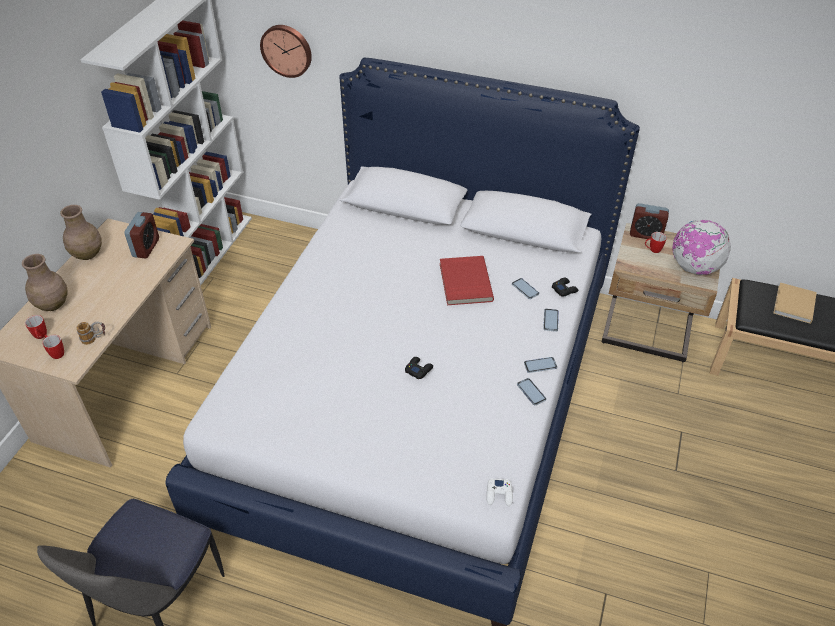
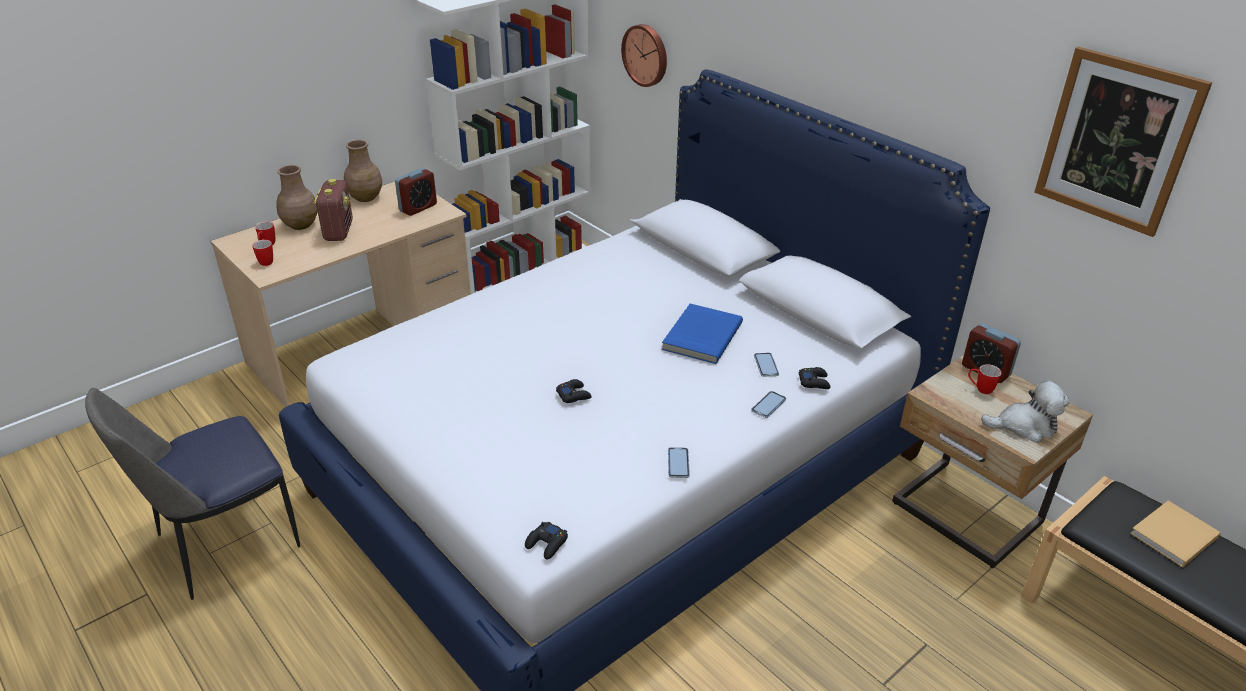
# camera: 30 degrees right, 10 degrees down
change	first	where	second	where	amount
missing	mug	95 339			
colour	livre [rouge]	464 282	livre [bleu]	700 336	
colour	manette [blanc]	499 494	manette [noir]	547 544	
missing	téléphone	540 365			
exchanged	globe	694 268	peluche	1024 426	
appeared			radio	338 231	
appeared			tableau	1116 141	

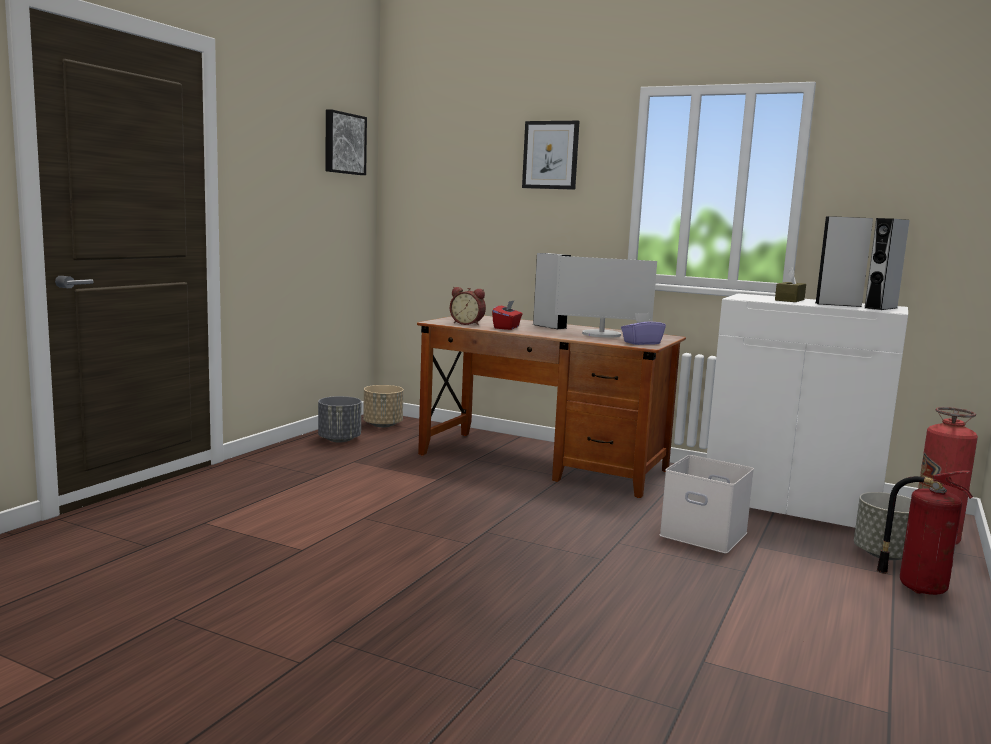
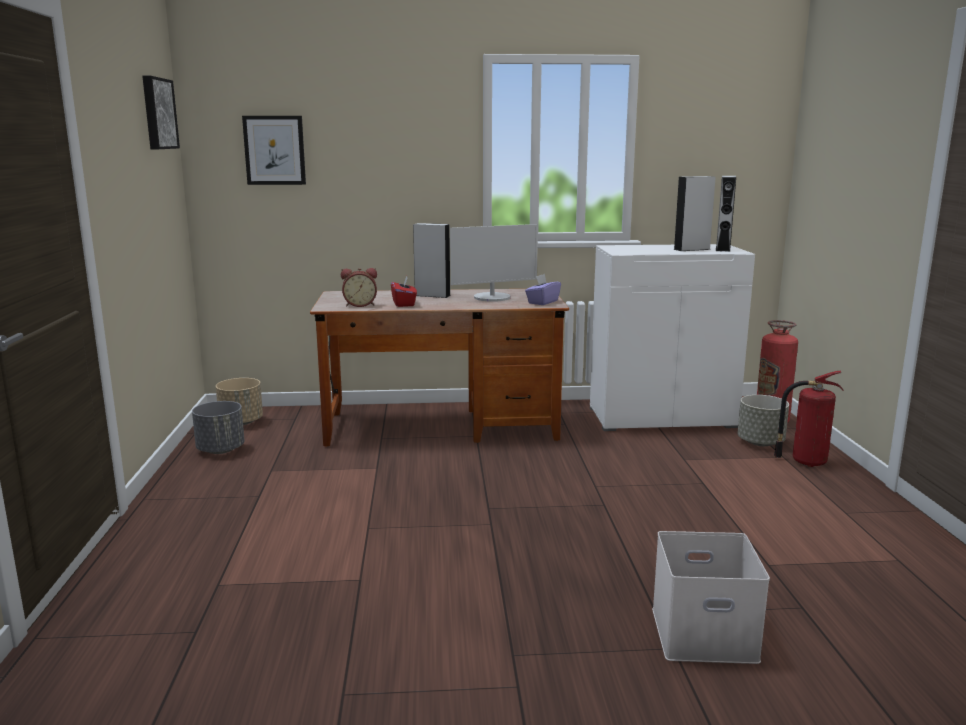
# camera: 30 degrees left, 5 degrees up
change	first	where	second	where	amount
relocated	tableau	550 155		274 150	
relocated	boîte de rangement [blanc]	705 534		705 633	
missing	boîte à mouchoirs [marron]	789 300			

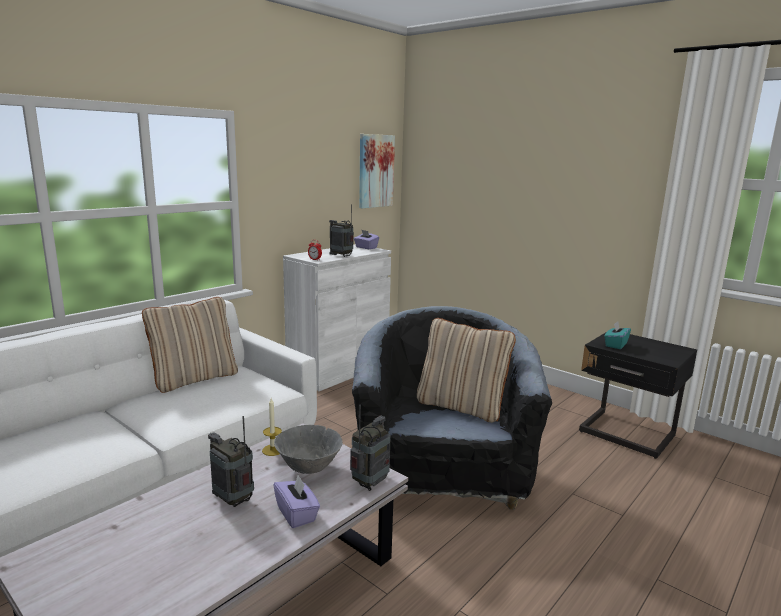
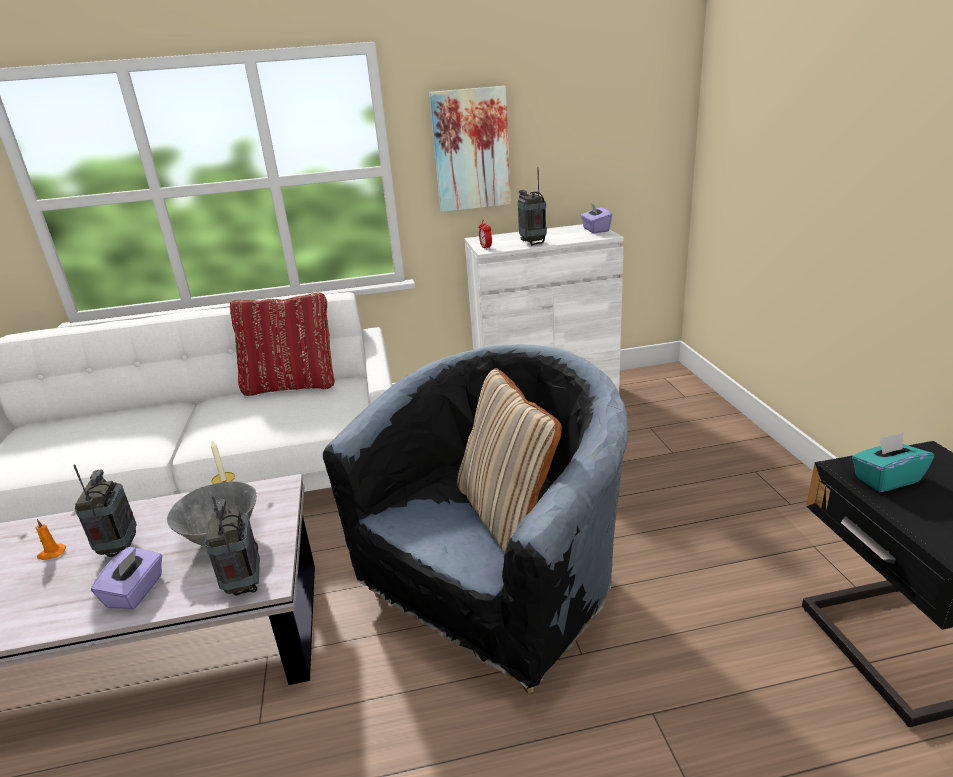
# camera: 40 degrees right, 10 degrees up
change	first	where	second	where	amount
colour	coussin [beige]	194 379	coussin [rouge]	291 385	
spun	radio	370 483		244 585	90 degrees counterclockwise
relocated	tableau	375 171		471 150	
appeared			bougie [orange]	51 553	

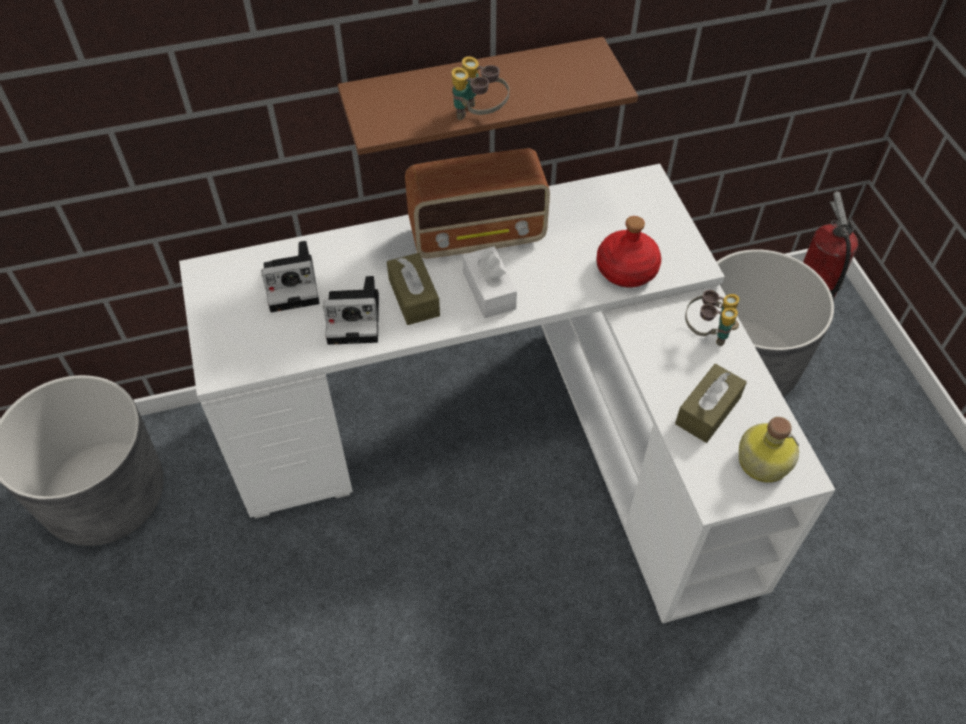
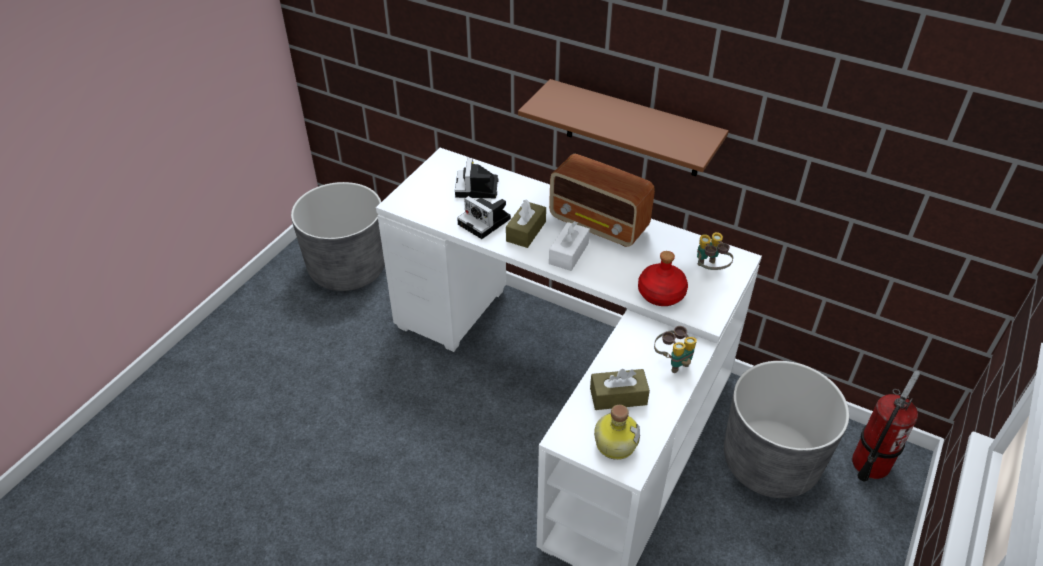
# camera: 45 degrees right, 10 degrees down
change	first	where	second	where	amount
spun	appareil photo	294 284		477 189	60 degrees clockwise
relocated	jumelles	478 116		710 269	

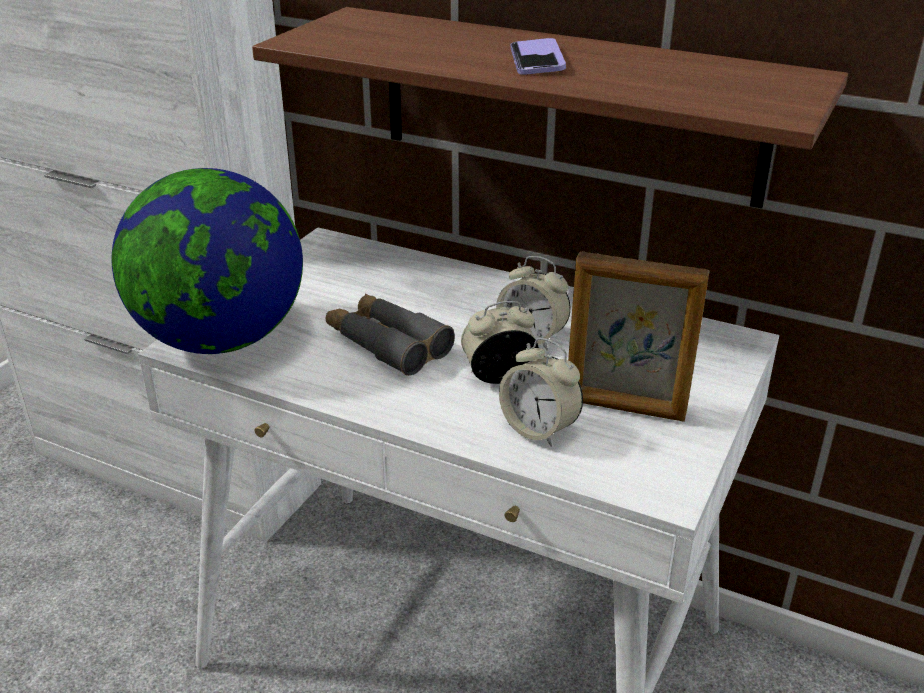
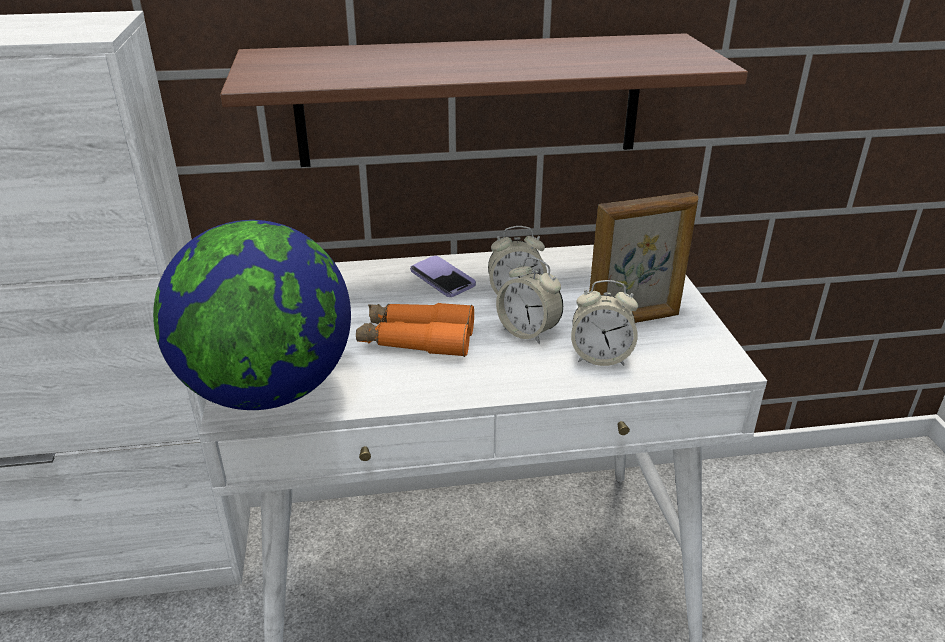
# camera: 35 degrees left, 0 degrees up
change	first	where	second	where	amount
colour	jumelles [gris]	387 344	jumelles [orange]	416 340	
spun	réveil	499 377		528 332	90 degrees counterclockwise
relocated	téléphone	537 60		442 278	

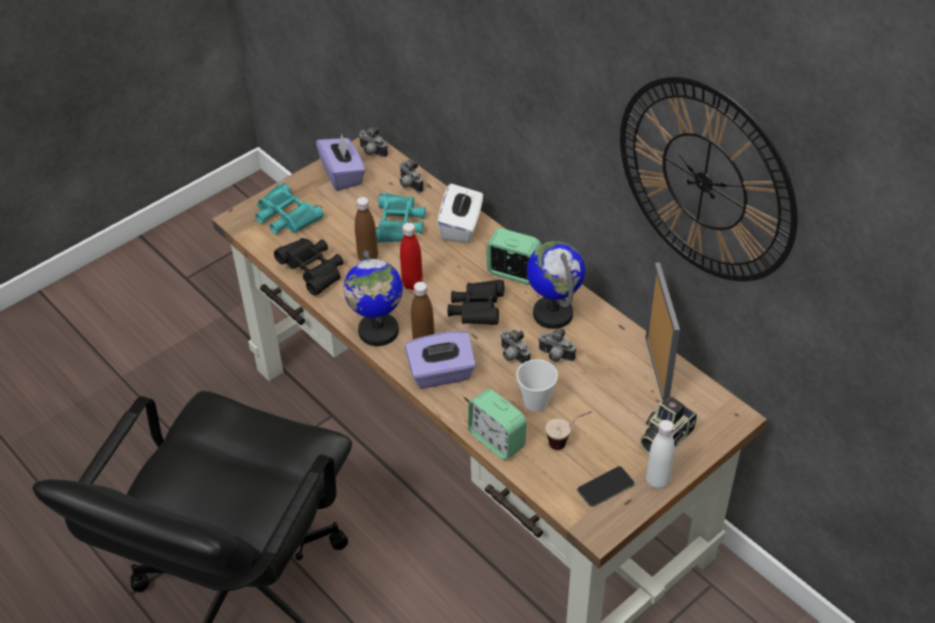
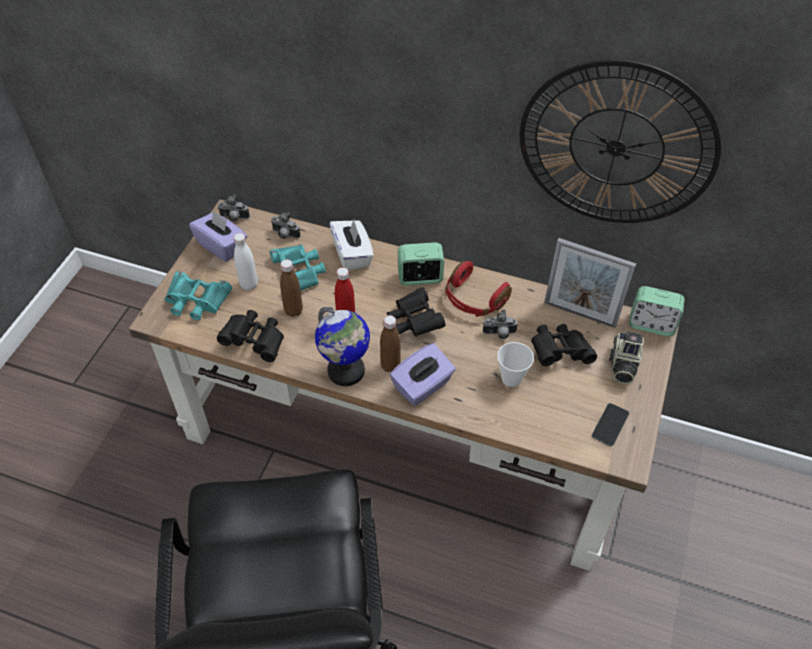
# camera: 30 degrees left, 5 degrees up
change	first	where	second	where	amount
relocated	réveil	497 440		651 324	
missing	appareil photo	512 356			
exchanged	globe	553 313	casque audio [rouge]	473 299	
missing	tasse	567 441			
spun	cadre photo	656 370		579 314	150 degrees clockwise
relocated	bouteille [blanc]	657 481		249 284	
appeared			jumelles [noir]	559 352	

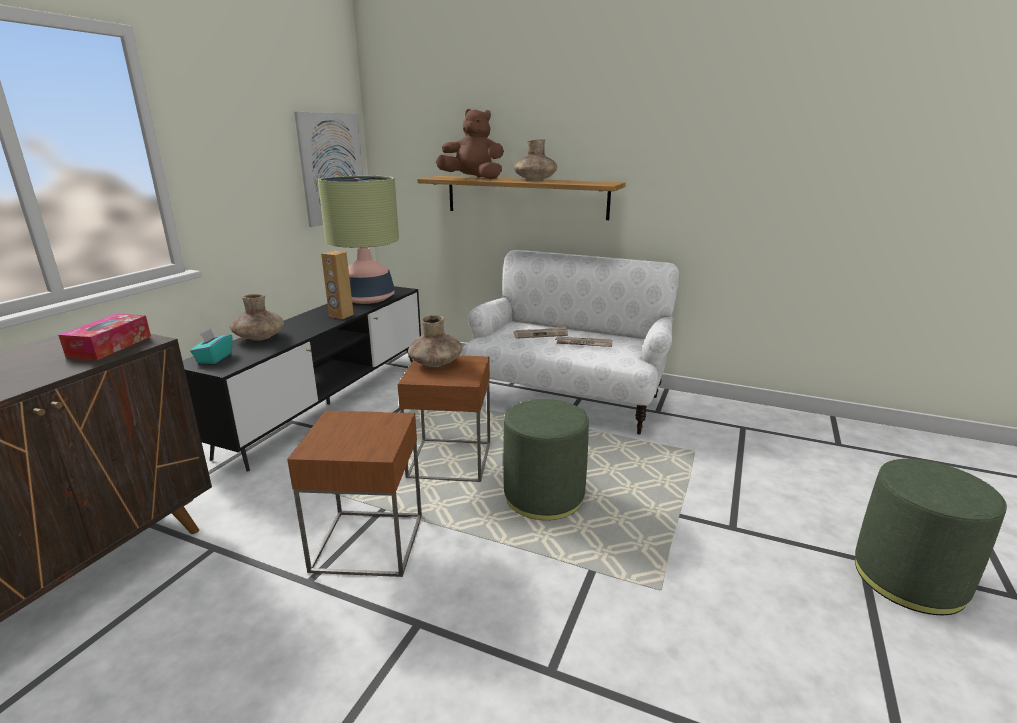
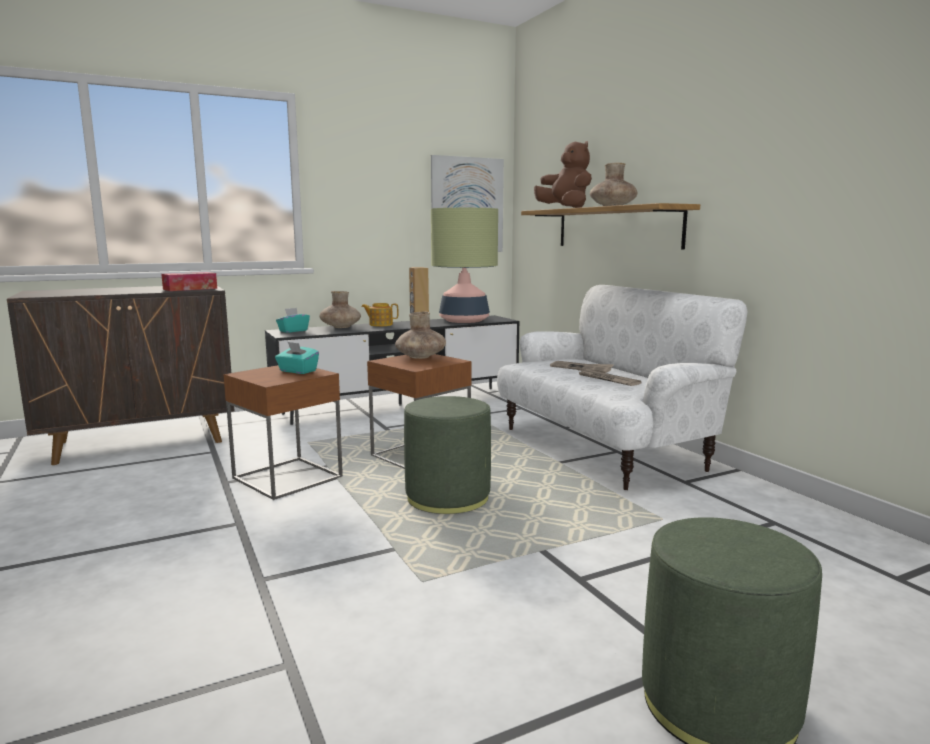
# camera: 40 degrees right, 10 degrees down
change	first	where	second	where	amount
appeared			boîte à mouchoirs [turquoise]	297 371	
appeared			théière	380 324	

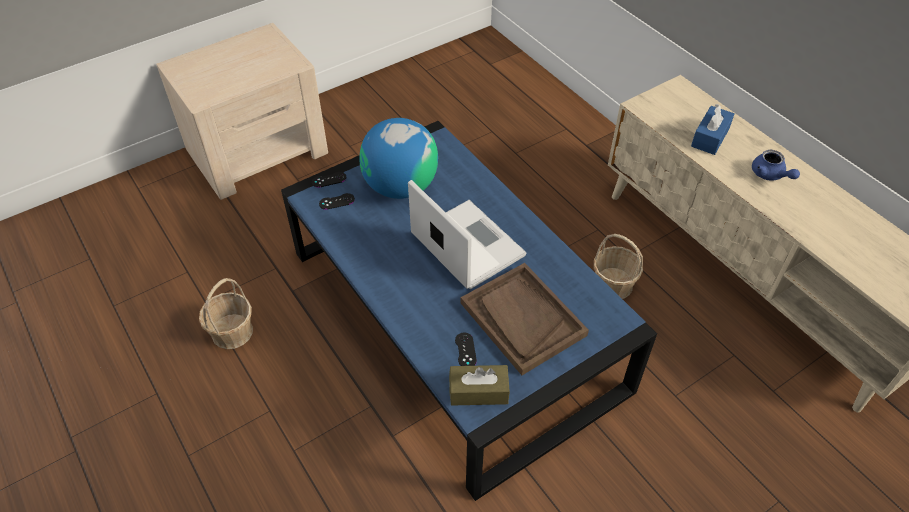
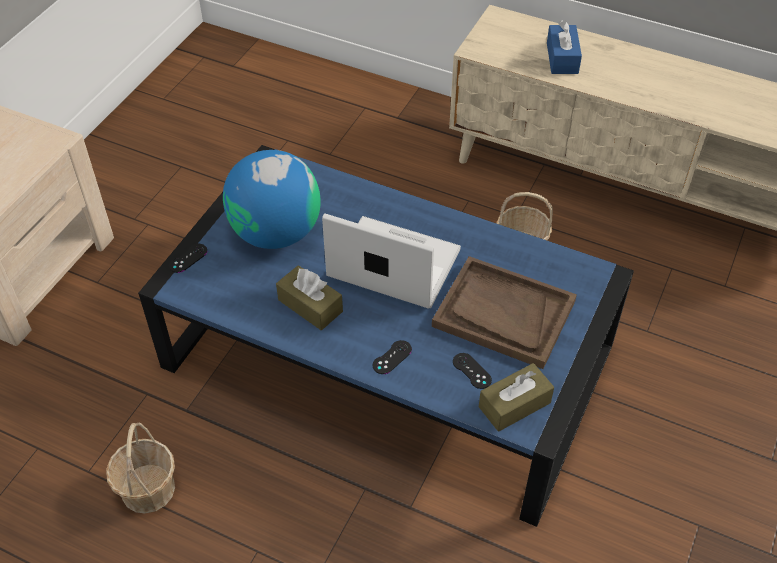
# camera: 30 degrees left, 0 degrees up
change	first	where	second	where	amount
relocated	manette [noir]	337 201		392 357	
missing	théière [bleu]	770 175			
appeared			boîte à mouchoirs [marron]	310 305	

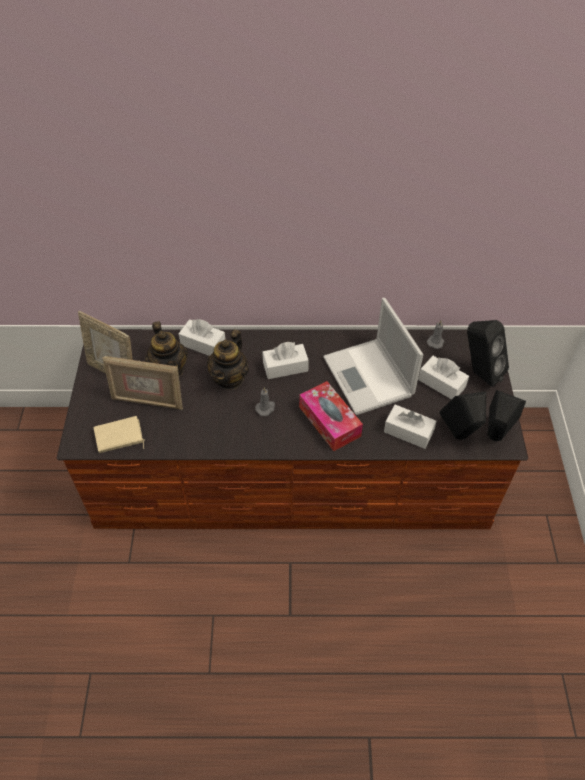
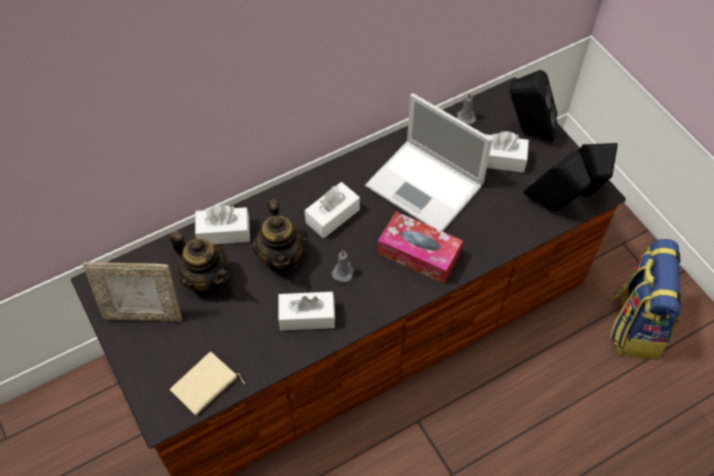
# camera: 30 degrees left, 5 degrees up
change	first	where	second	where	amount
missing	cadre photo	148 401			
relocated	boîte à mouchoirs [blanc]	408 432		307 316	
appeared			sac à dos	635 324	

